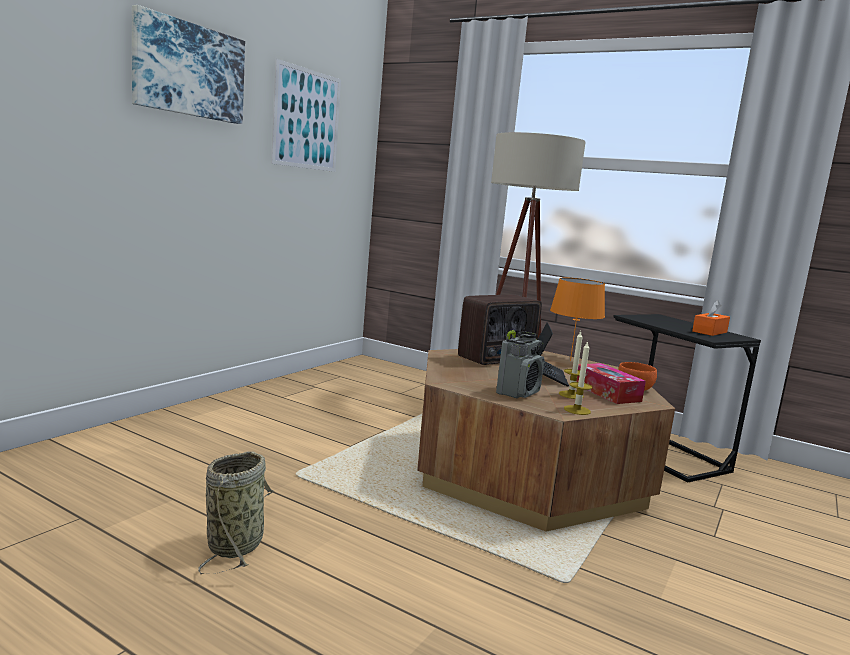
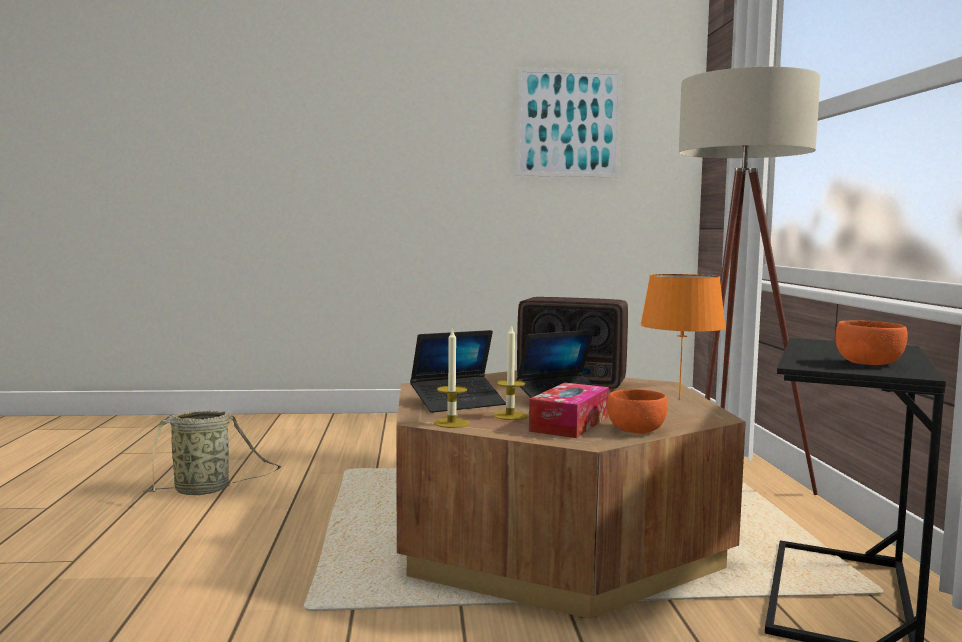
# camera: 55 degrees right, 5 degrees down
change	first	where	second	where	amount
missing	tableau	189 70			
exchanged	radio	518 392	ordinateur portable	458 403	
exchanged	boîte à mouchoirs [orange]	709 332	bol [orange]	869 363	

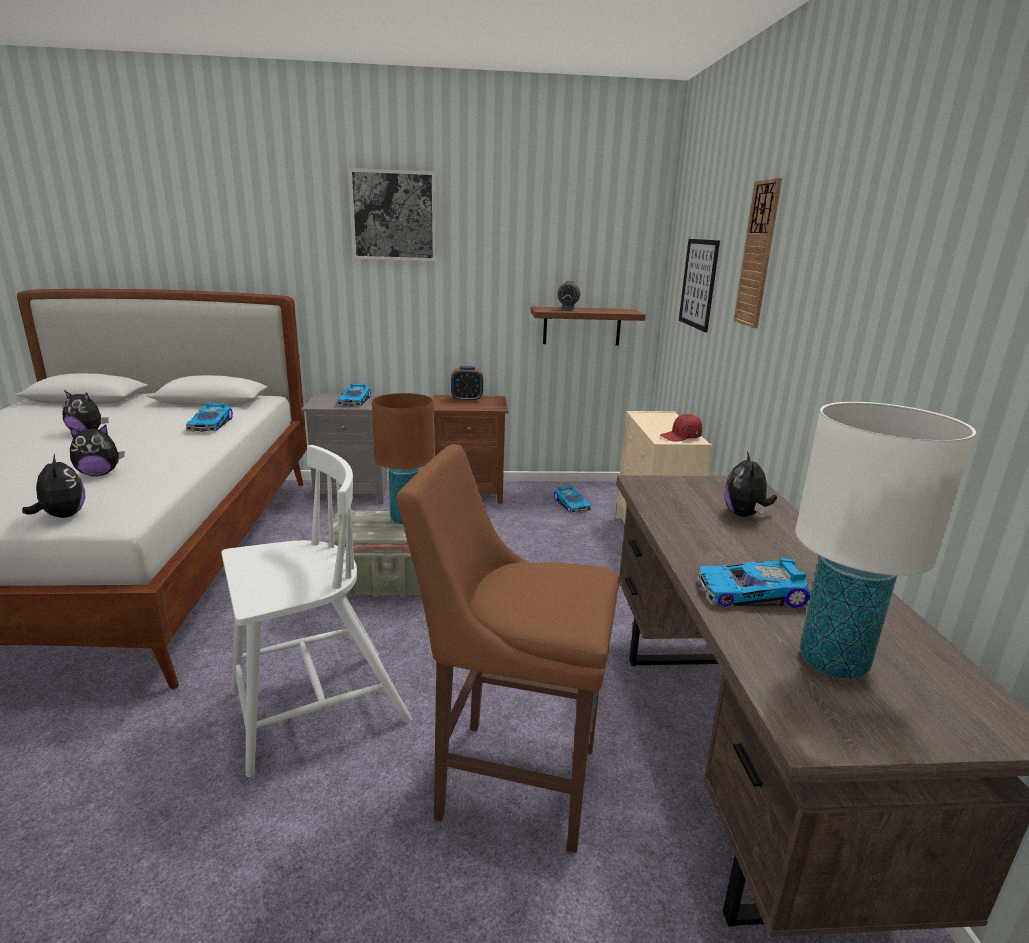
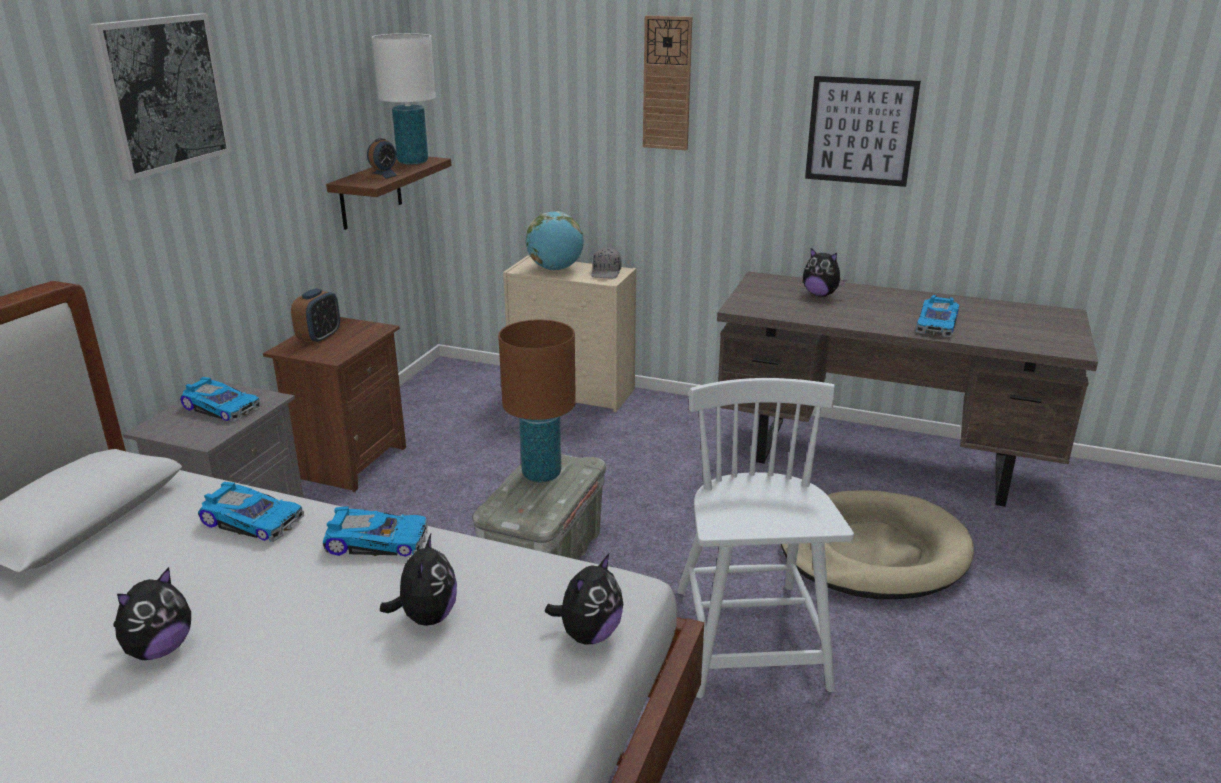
# camera: 65 degrees left, 5 degrees up
change	first	where	second	where	amount
spun	peluche	62 516		589 634	135 degrees clockwise
exchanged	tabouret [marron]	509 778	panier pour chien [beige]	873 552	
relocated	petite voiture	572 504		378 540	
colour	casquette [rouge]	681 437	casquette [gris]	606 273	
relocated	tableau	698 283		860 131	
relocated	lampe de table [blanc]	833 662		413 162	
appeared			globe	555 269	

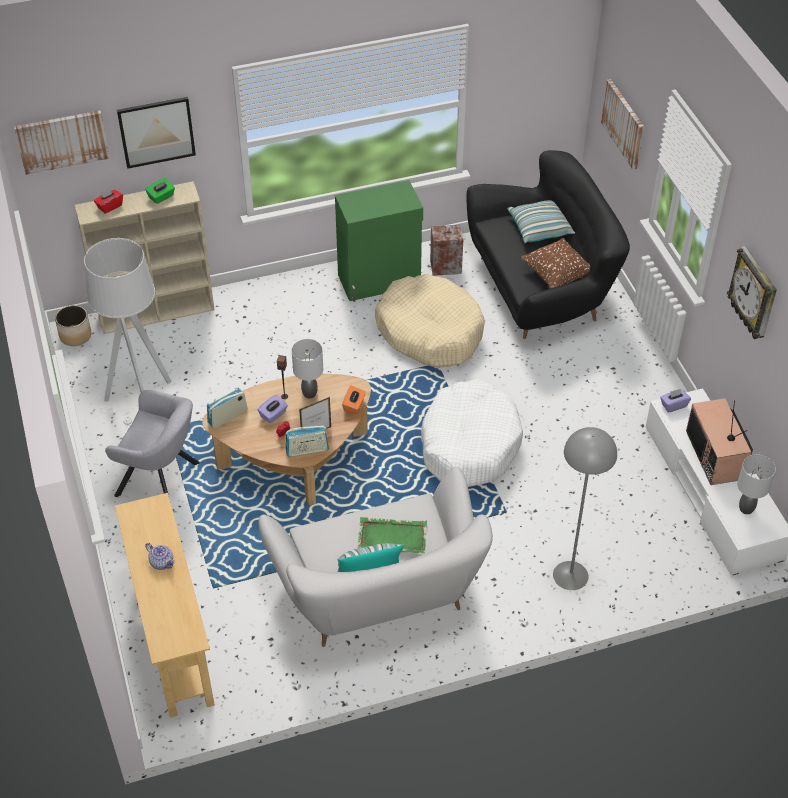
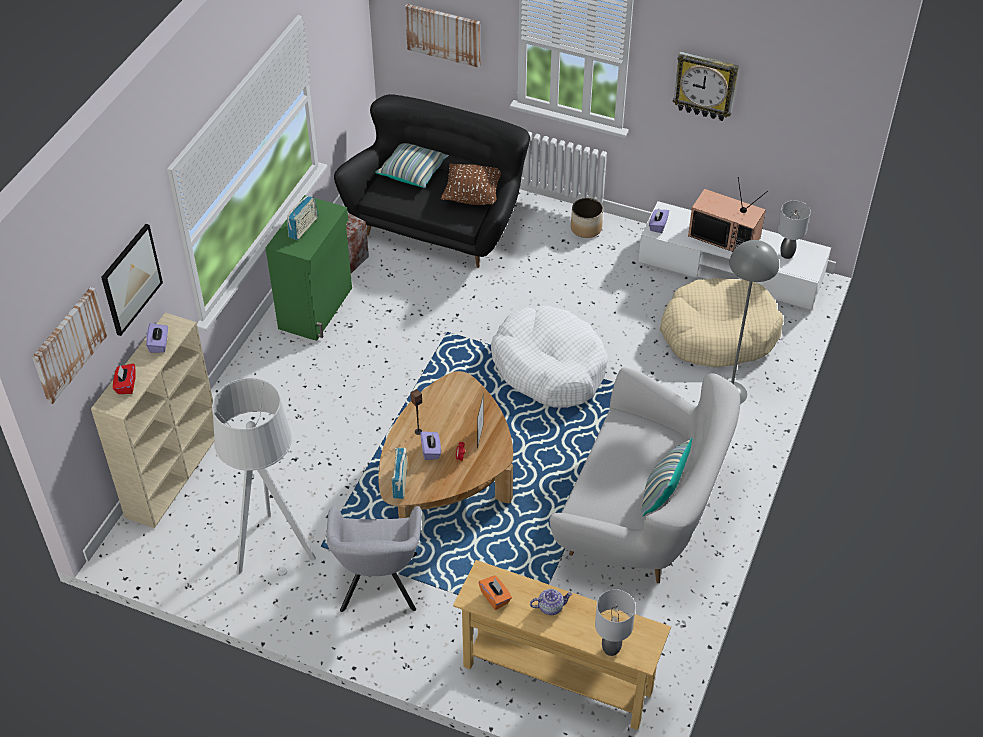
# camera: 50 degrees left, 0 degrees up
change	first	where	second	where	amount
relocated	cache-pot	76 336		586 228	
spun	fauteuil [gris]	162 480		378 586	120 degrees clockwise
colour	boîte à mouchoirs [vert]	161 197	boîte à mouchoirs [violet]	159 344	
relocated	radio	307 450		303 227	
relocated	lampe de table [gris]	309 393		610 649	
relocated	boîte à mouchoirs [orange]	354 405		495 597	
missing	plateau [vert]	391 537			
relocated	panier pour chien [beige]	430 331		718 334	

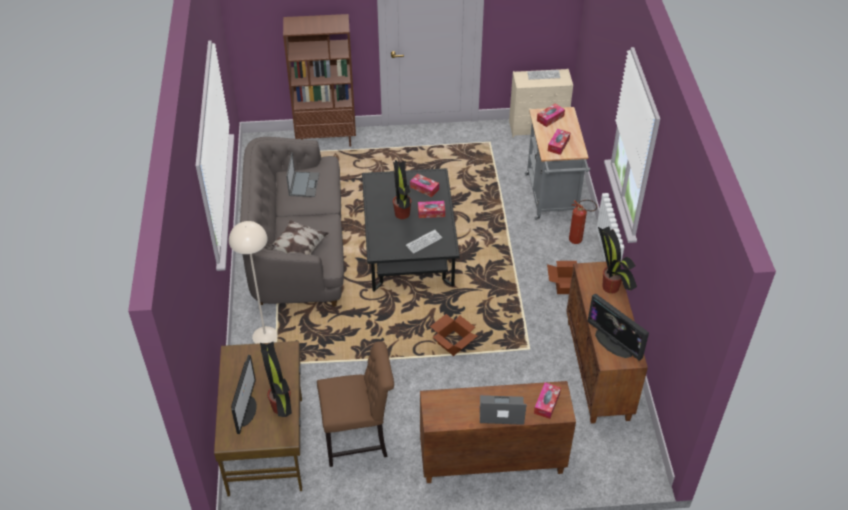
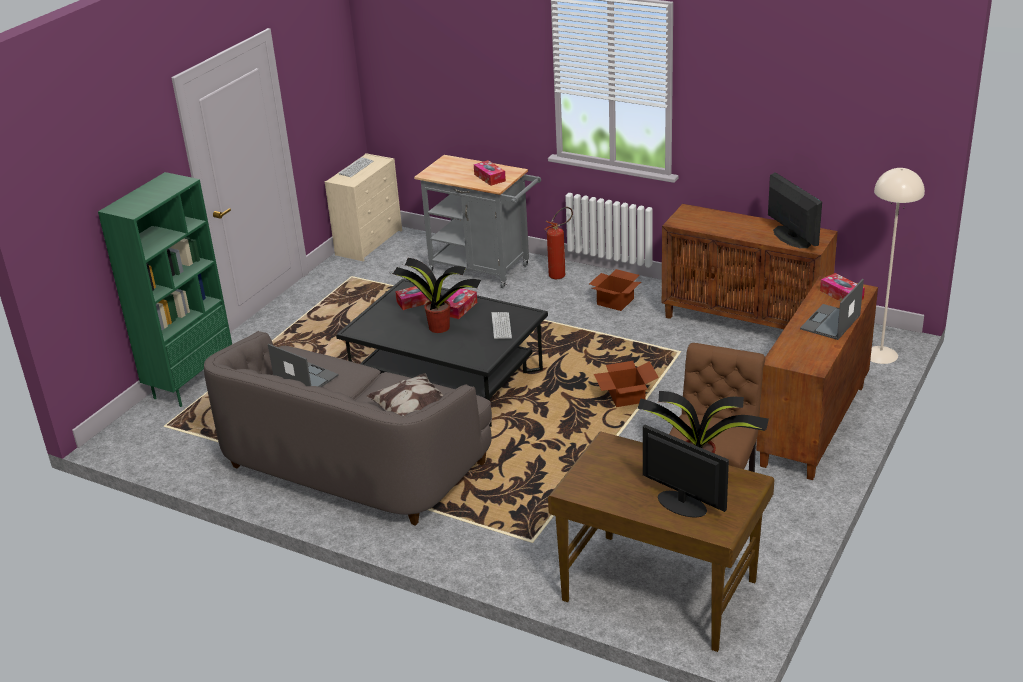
# camera: 55 degrees left, 15 degrees down
change	first	where	second	where	amount
relocated	lampadaire [beige]	265 336		880 354	
colour	bibliothèque [marron]	326 139	bibliothèque [vert]	191 383	
missing	boîte à mouchoirs	550 118			
spun	écran d'ordinateur	614 343		791 237	105 degrees counterclockwise
missing	plante en pot	611 288			

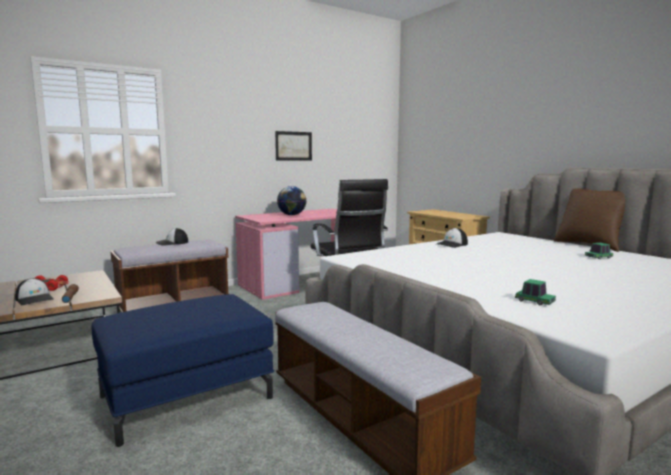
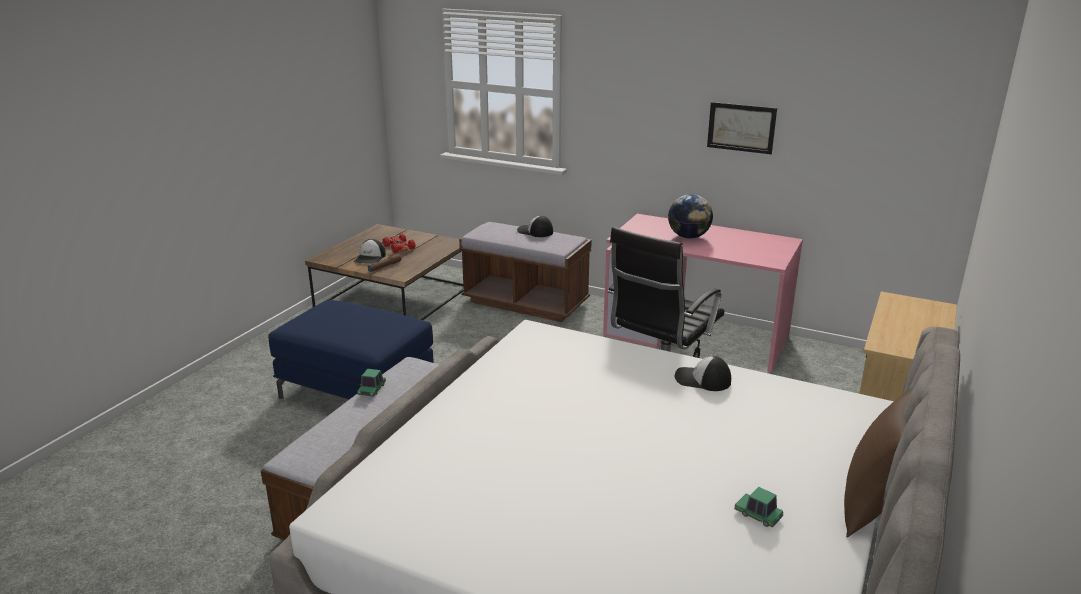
# camera: 60 degrees right, 15 degrees up
change	first	where	second	where	amount
relocated	petite voiture	534 301		372 389	

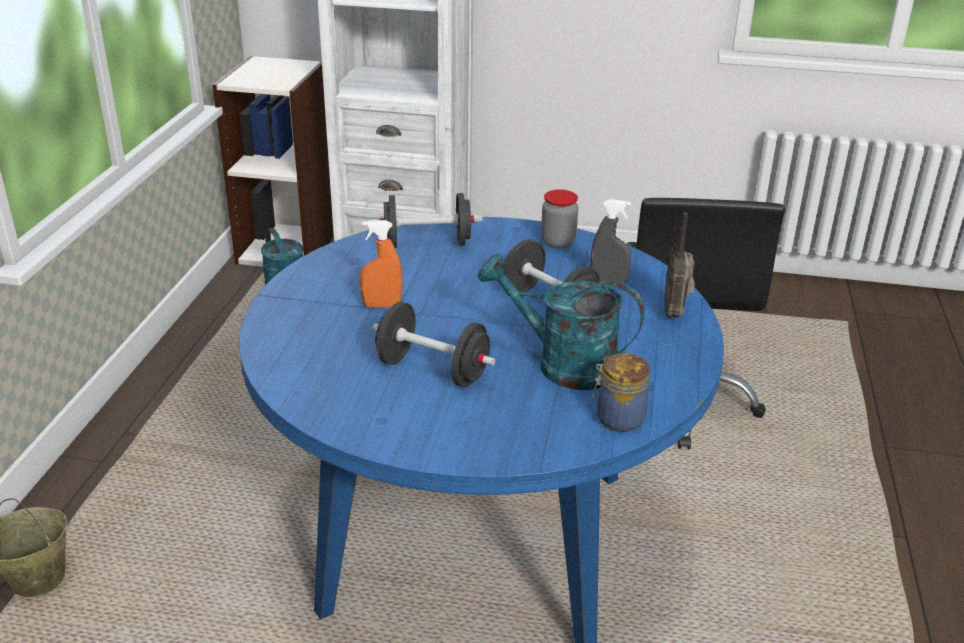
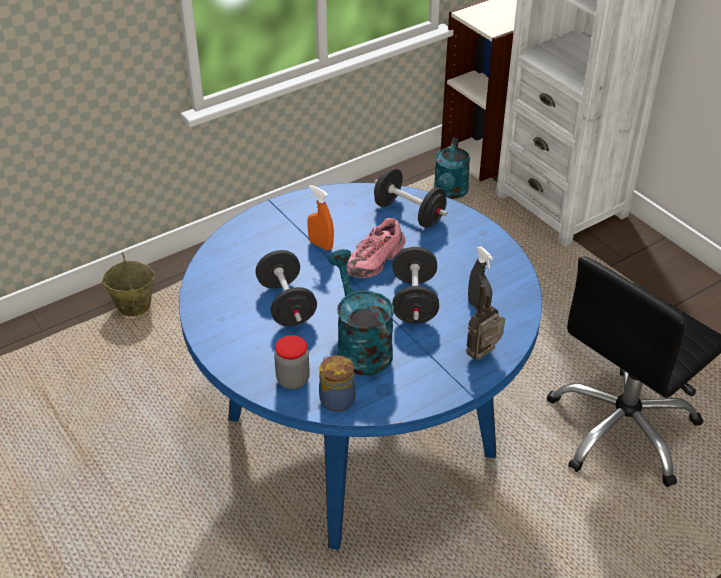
# camera: 45 degrees right, 10 degrees up
change	first	where	second	where	amount
relocated	bocal	558 242		293 380	
appeared			chaussure [rose]	374 261	

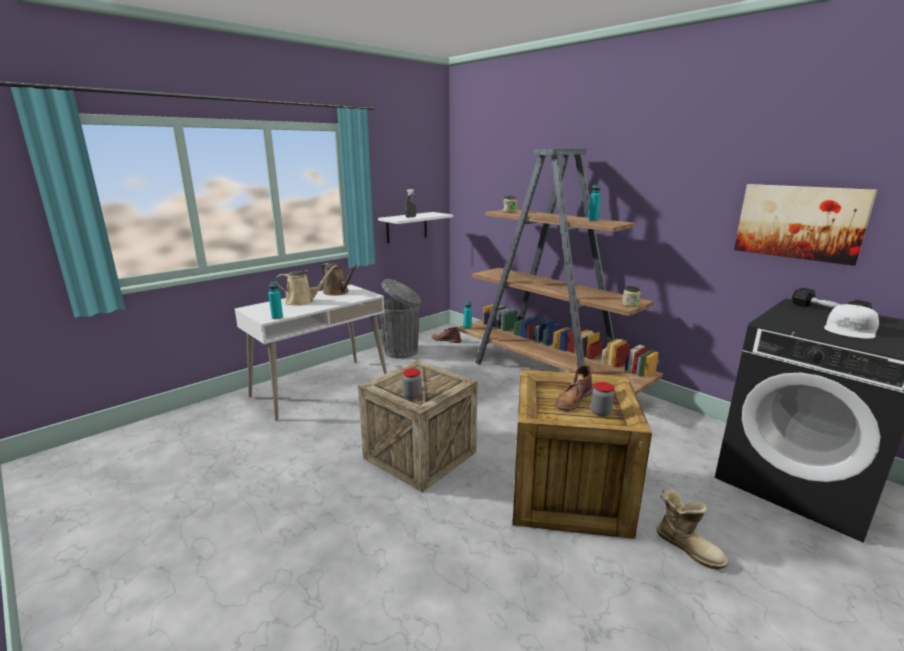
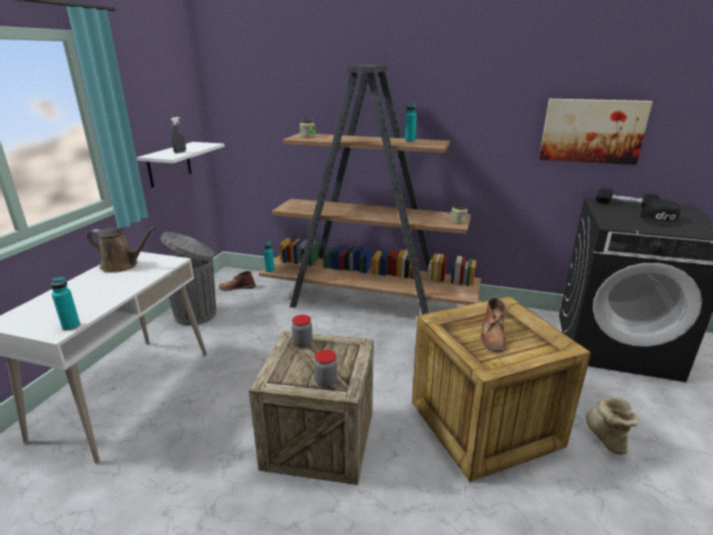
# camera: 30 degrees left, 5 degrees up
change	first	where	second	where	amount
missing	arrosoir [beige]	303 301			
relocated	bocal	600 412		302 343	
spun	botte	688 547		604 436	105 degrees counterclockwise
colour	casquette [blanc]	851 330	casquette [noir]	661 220	

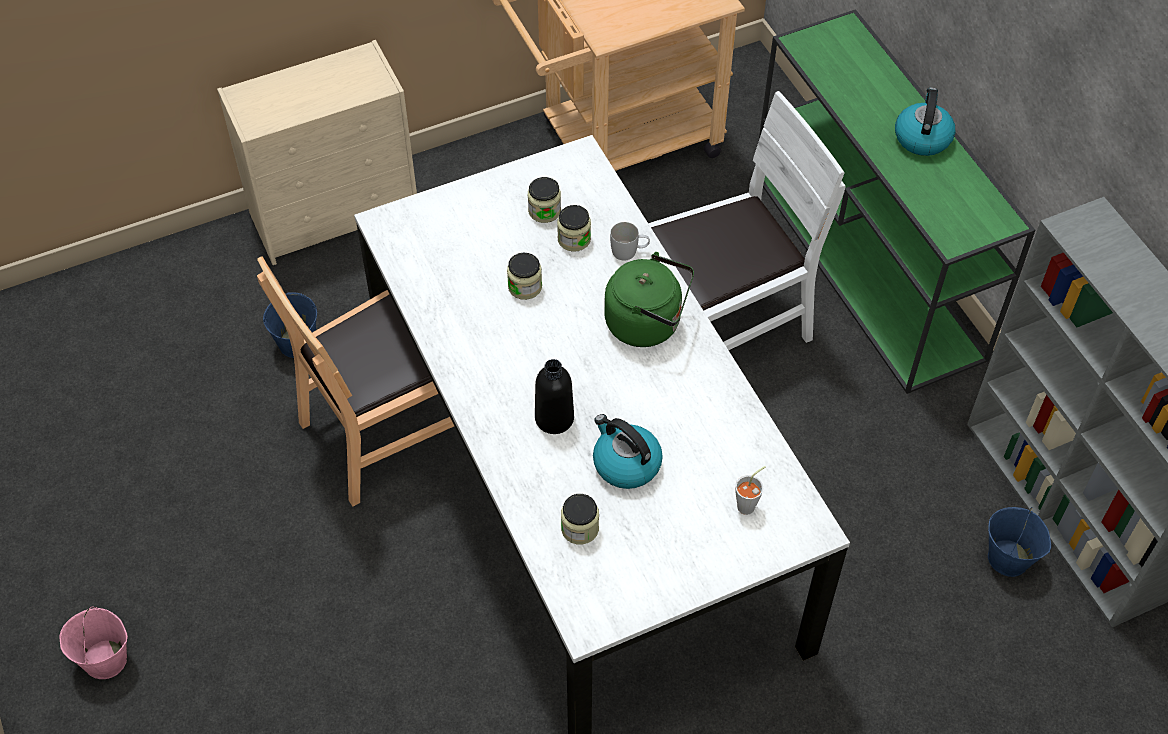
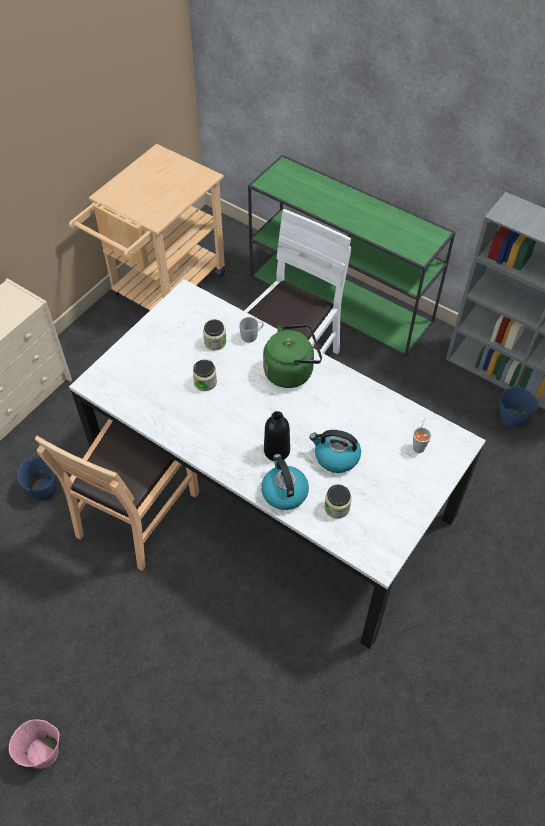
# camera: 30 degrees left, 0 degrees up
change	first	where	second	where	amount
missing	bocal	544 211			
relocated	bouilloire	922 137		284 492	

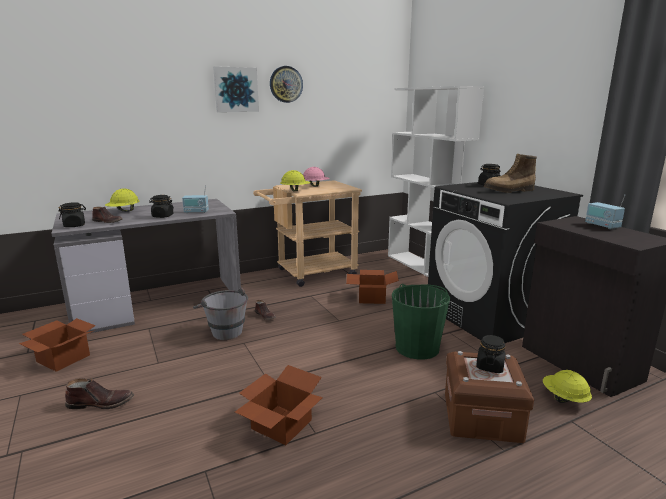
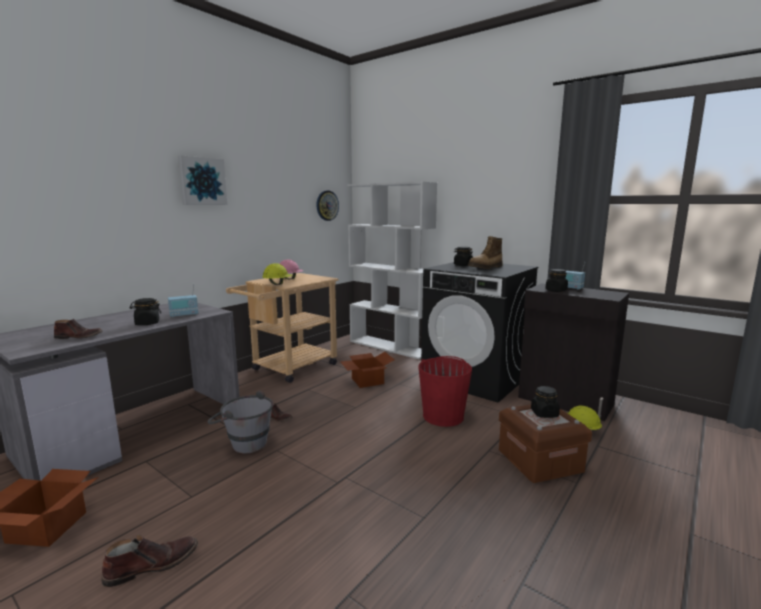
# camera: 25 degrees left, 5 degrees down
change	first	where	second	where	amount
relocated	bocal [noir]	74 225		556 290	
missing	casque de chantier [jaune]	123 211			
missing	carton	280 425			
relocated	horloge murale	286 84		327 205	
colour	seau [vert]	417 347	seau [rouge]	443 416	

